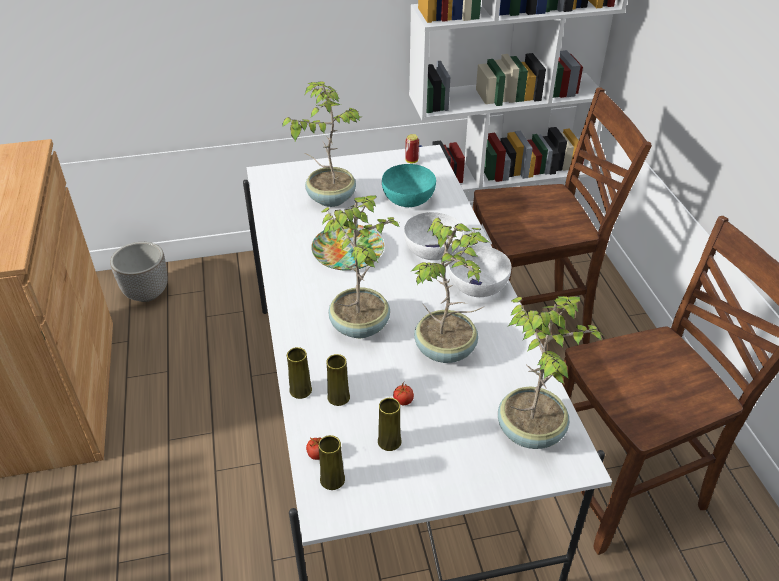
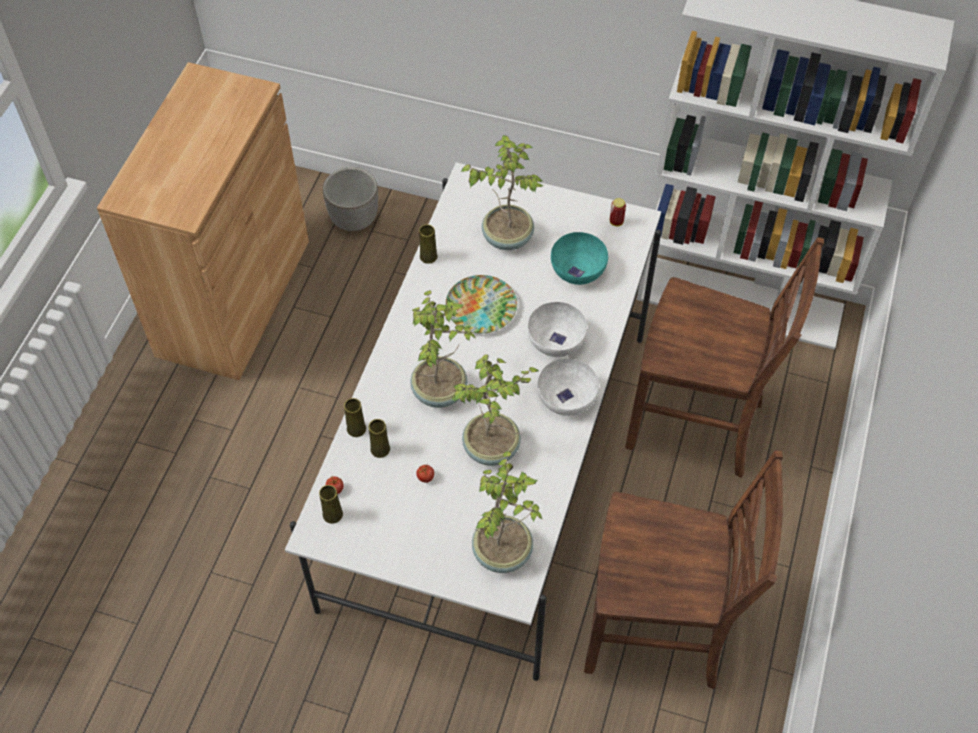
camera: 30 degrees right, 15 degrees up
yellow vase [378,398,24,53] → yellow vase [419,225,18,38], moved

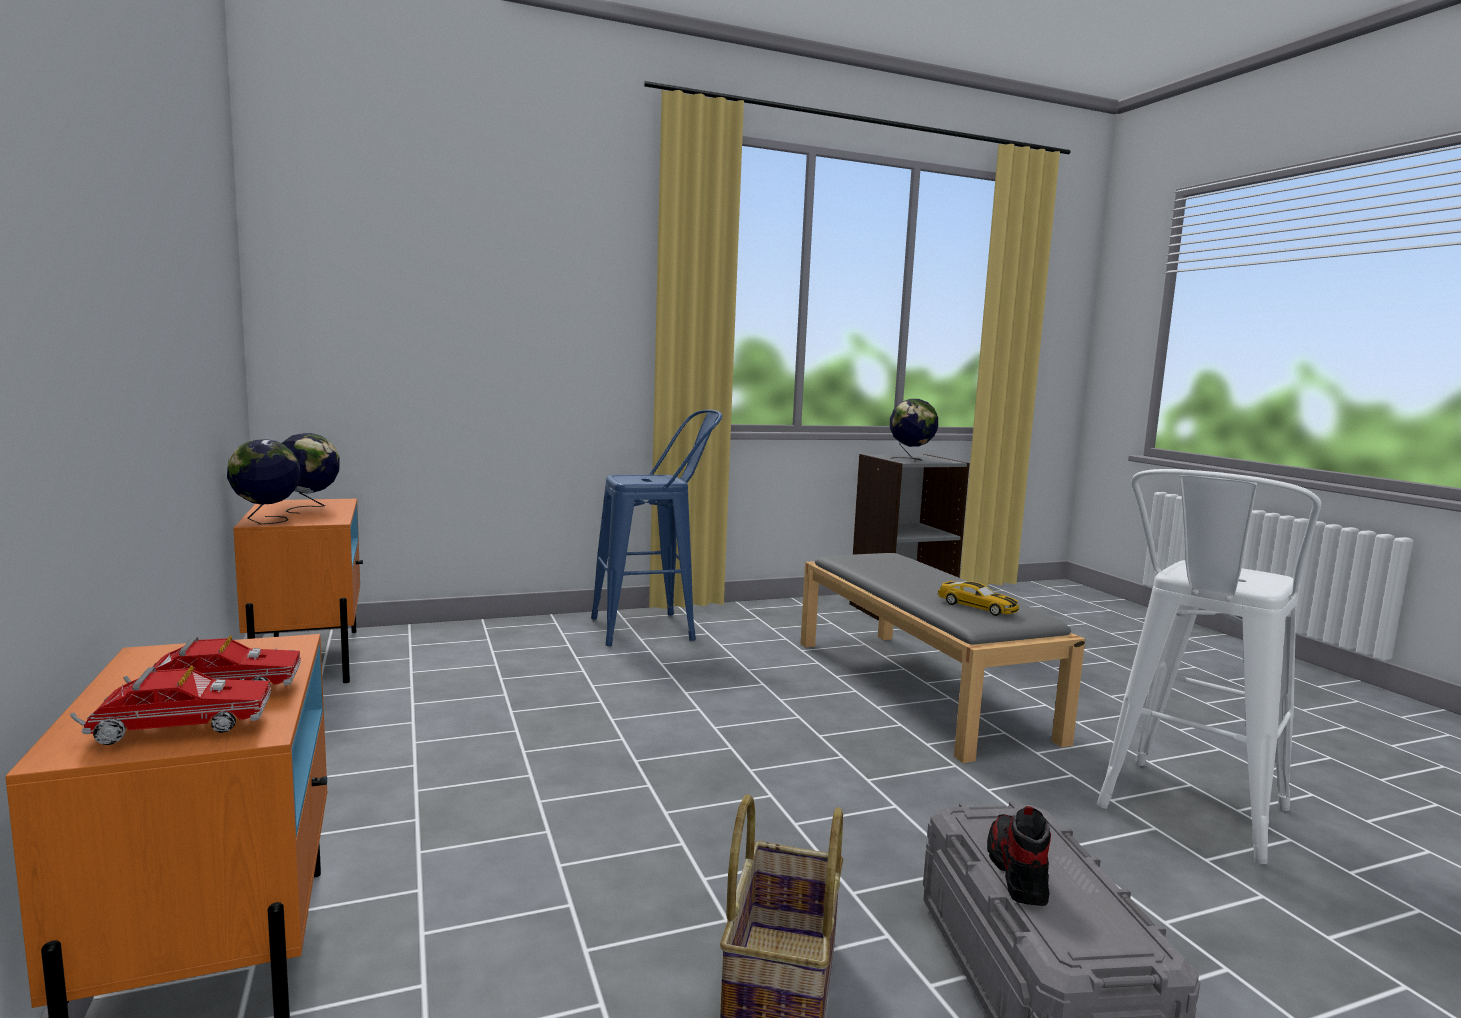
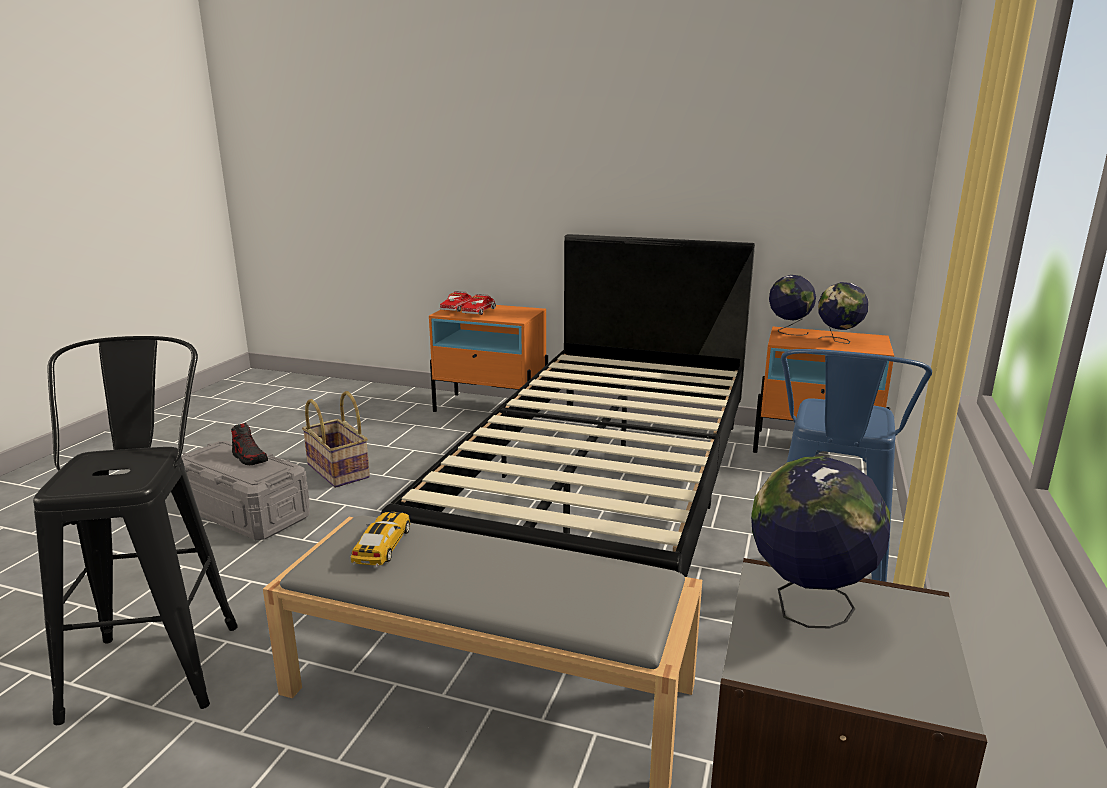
camera: 130 degrees right, 10 degrees up
white stool [1097,469,224,395] → black stool [33,336,205,389]
toy car [937,581,82,35] → toy car [351,512,59,54], 105 degrees clockwise
- → black bed [381,234,374,343]

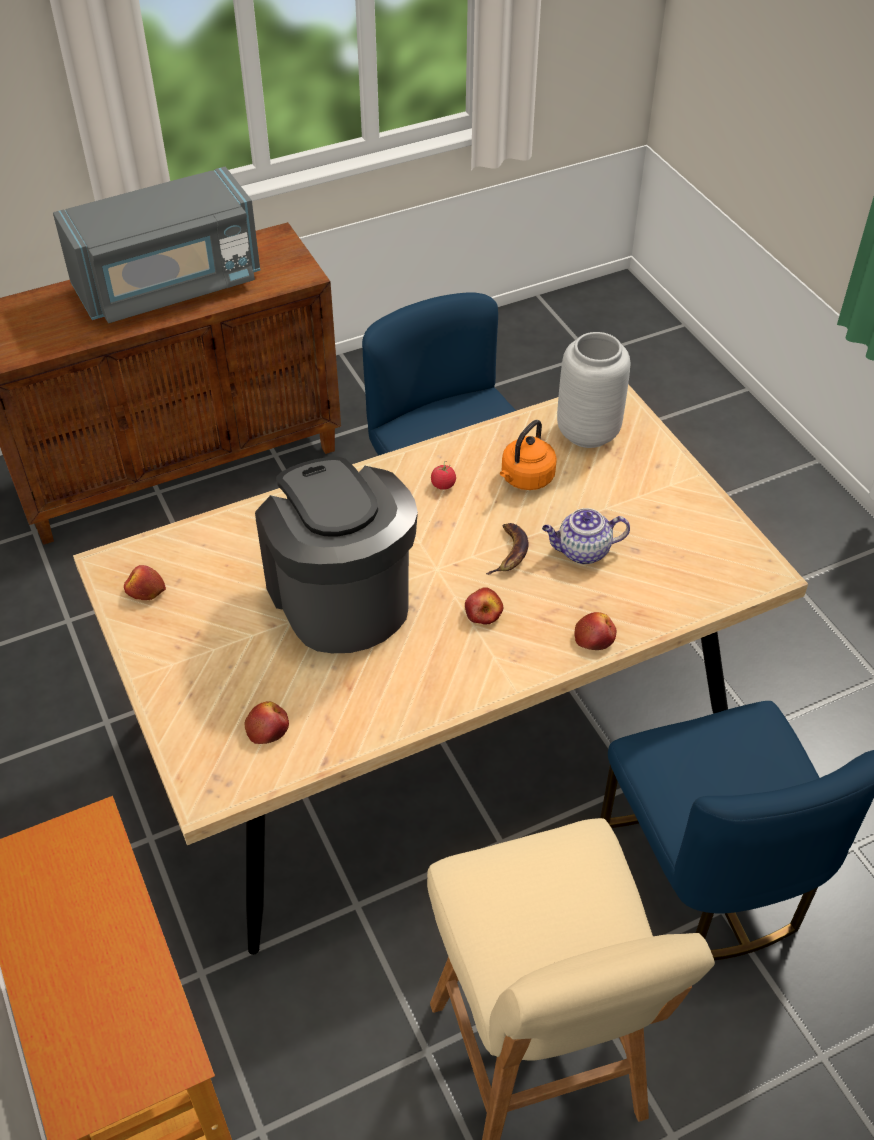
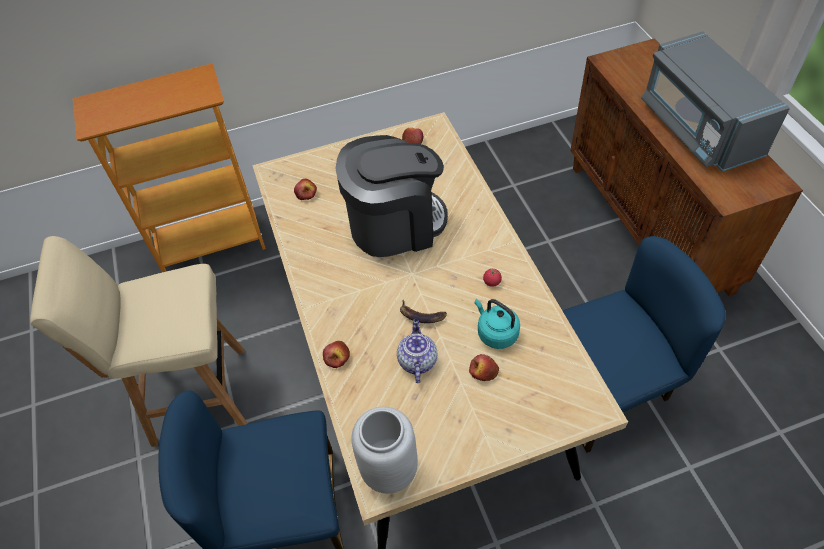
camera: 100 degrees right, 5 degrees up
grey vase [557,332,73,116] → grey vase [352,407,66,87], moved
orange kettle [500,420,57,70] → turquoise kettle [475,299,45,50]
apple [465,587,38,38] → apple [469,354,30,27], moved

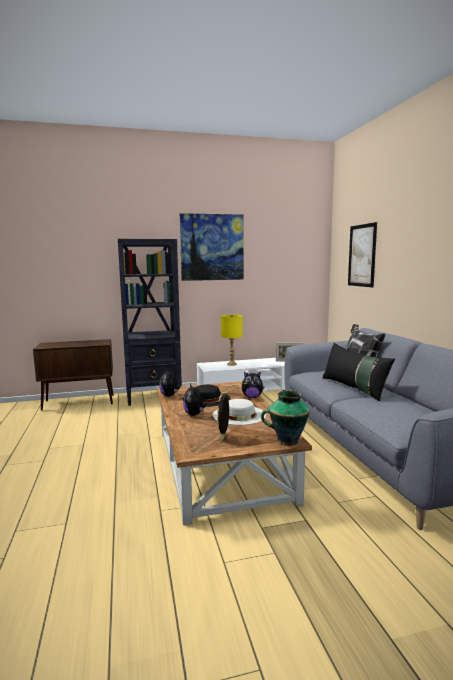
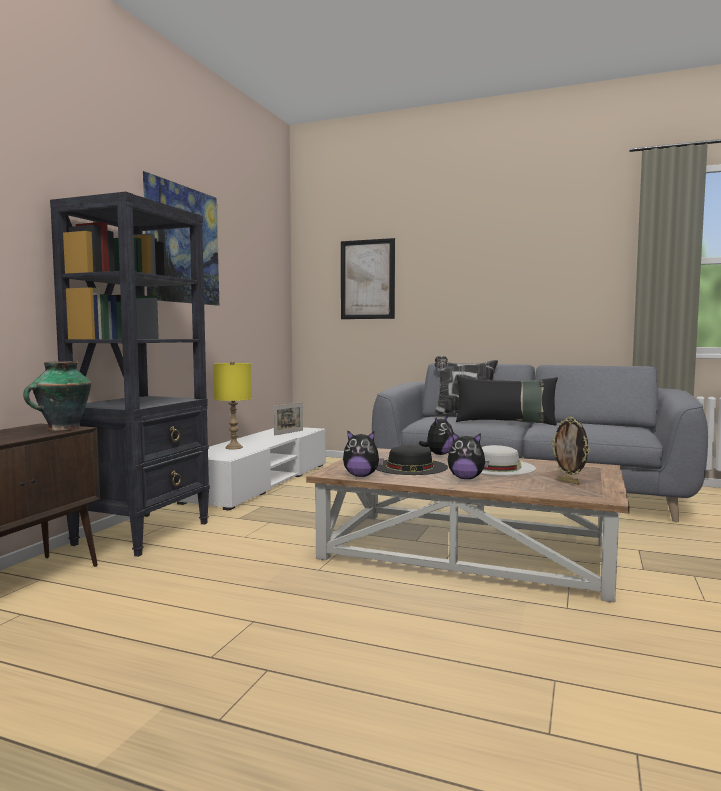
camera: 55 degrees left, 5 degrees down
vase [261,390,49,56] → vase [23,361,68,70], moved

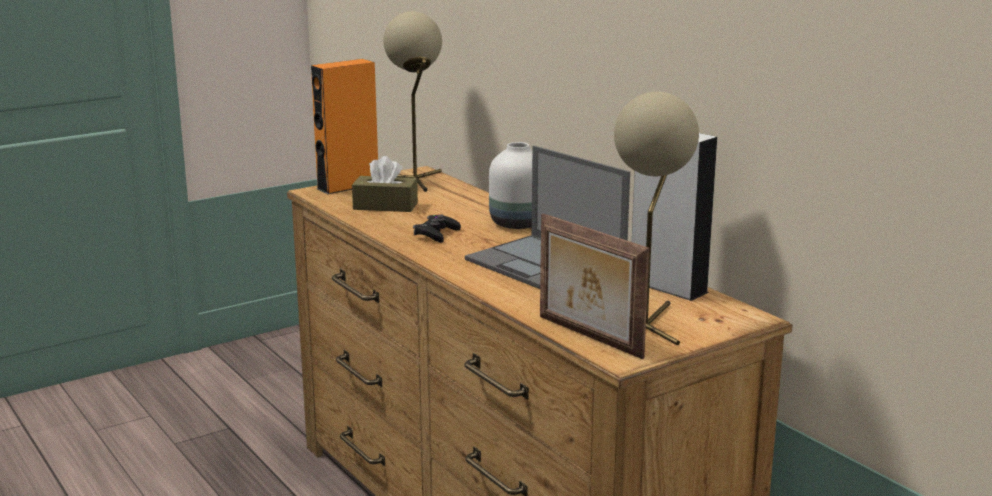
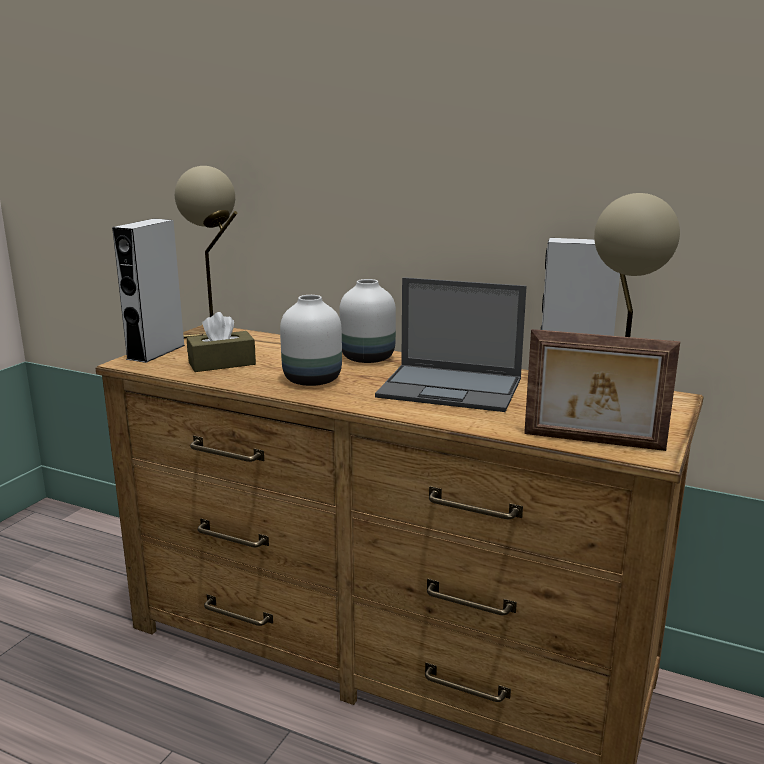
camera: 30 degrees left, 0 degrees up
orange speaker [311,59,67,135] → grey speaker [112,219,73,144]
black game controller [413,214,48,29] → white vase [280,295,62,91]

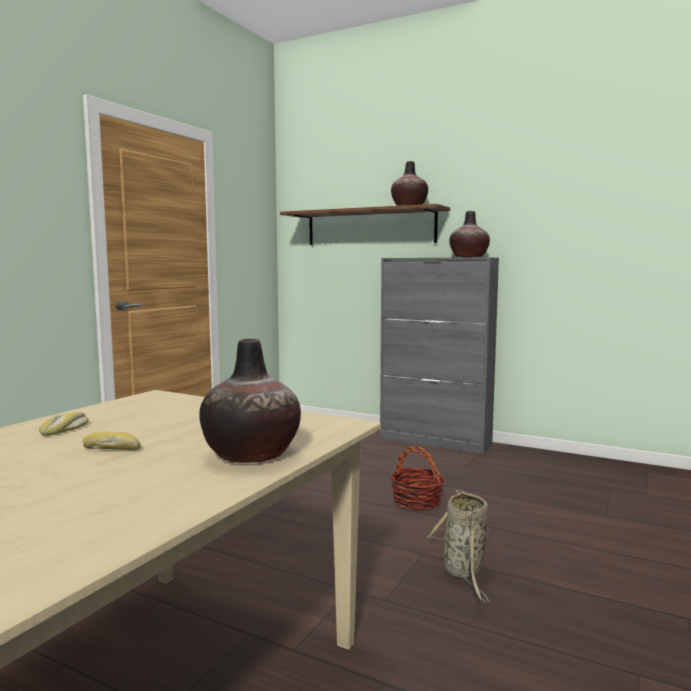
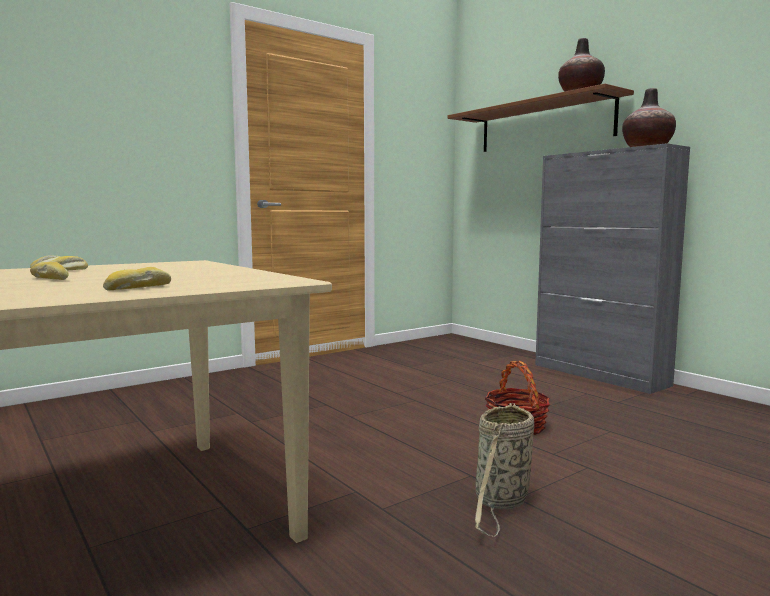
camera: 25 degrees right, 0 degrees up
vase [199,339,102,124] → bread [103,267,68,24]

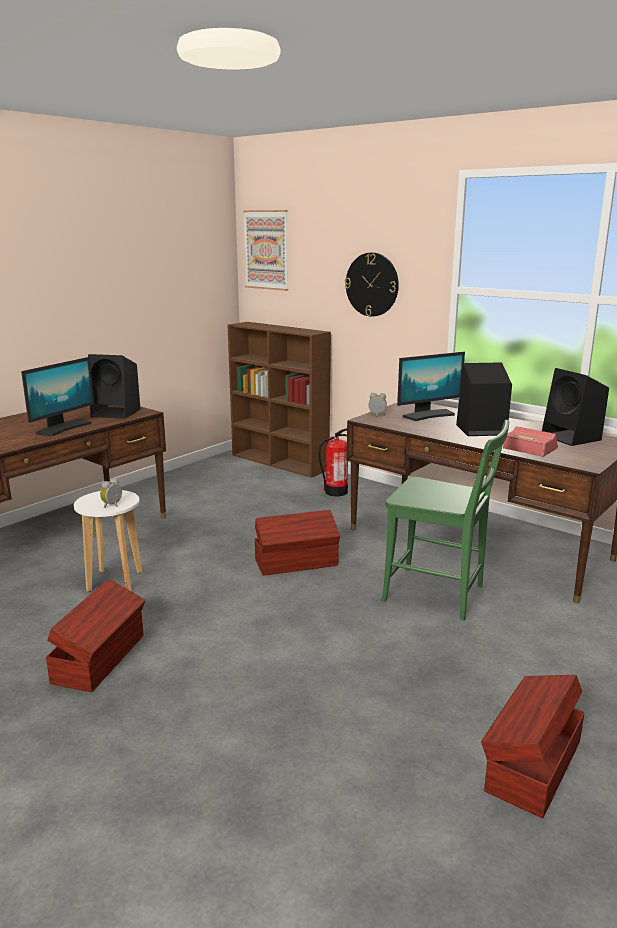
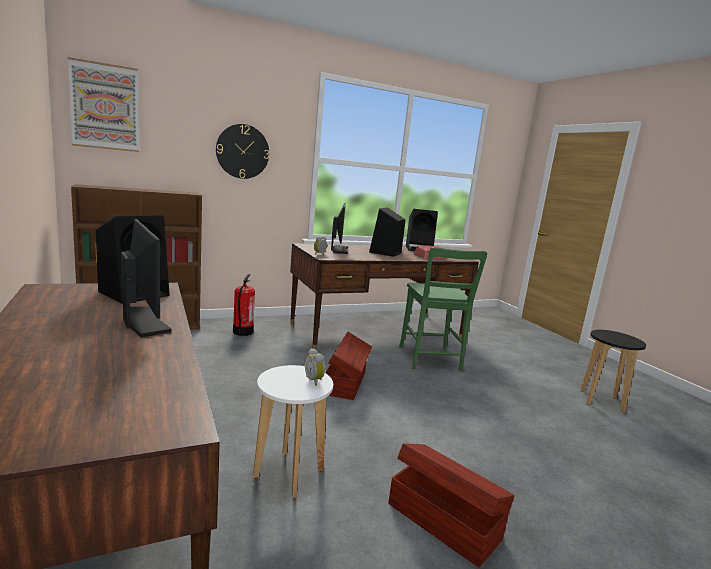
camera: 65 degrees left, 5 degrees down
green chair [381,420,128,200] → green chair [399,247,88,124], 120 degrees clockwise
brown storage box [481,675,103,143] → black stool [580,330,66,83]

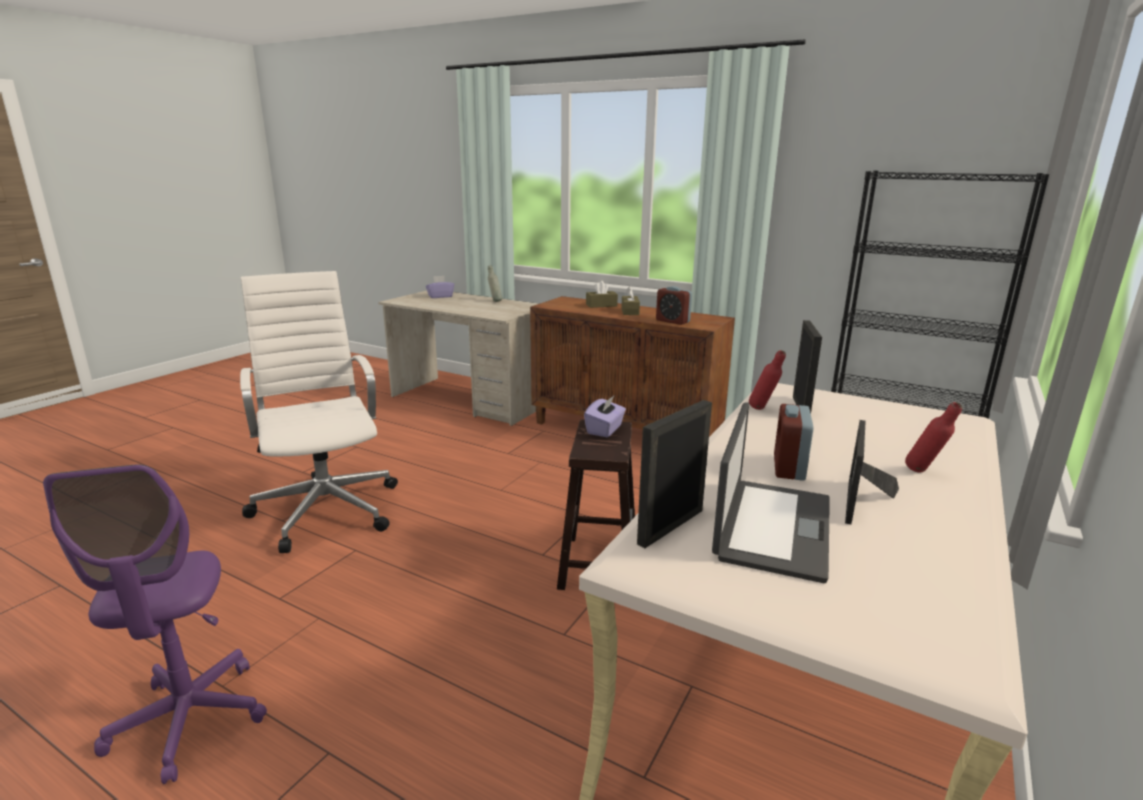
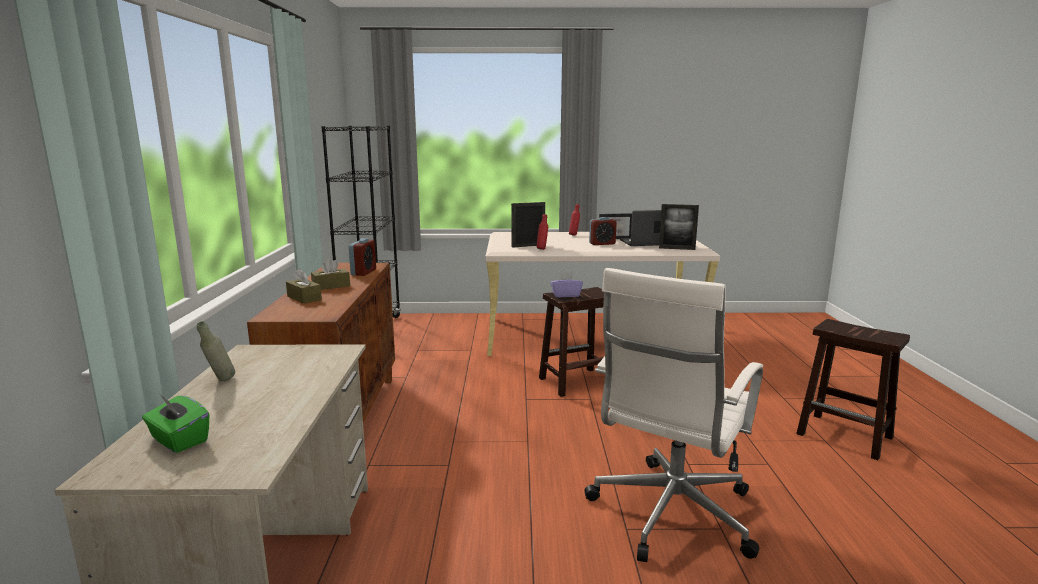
camera: 120 degrees left, 5 degrees down
purple tissue box [426,276,28,22] → green tissue box [142,396,67,57]
purple office chair [43,464,224,320] → brown stool [796,319,114,141]

